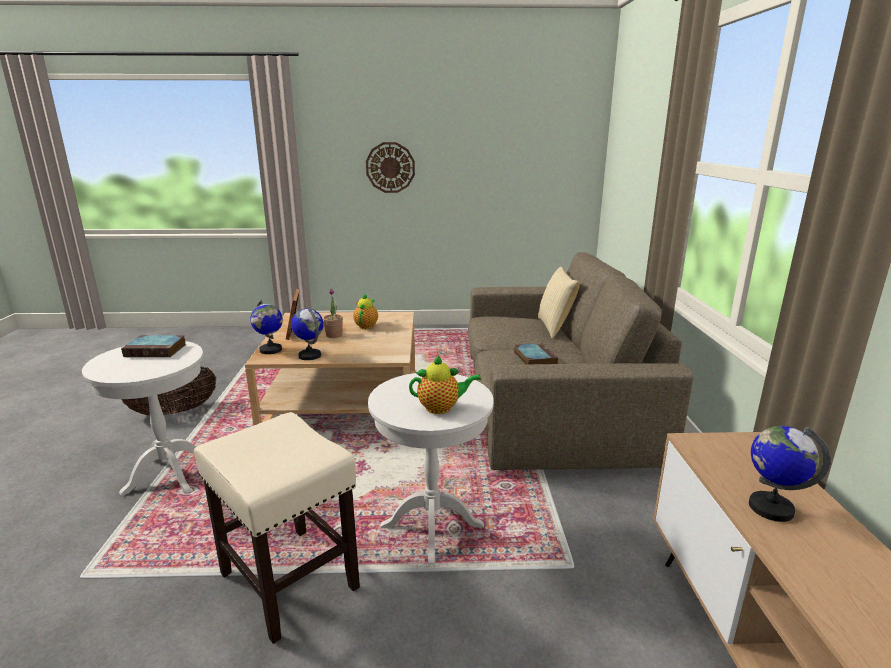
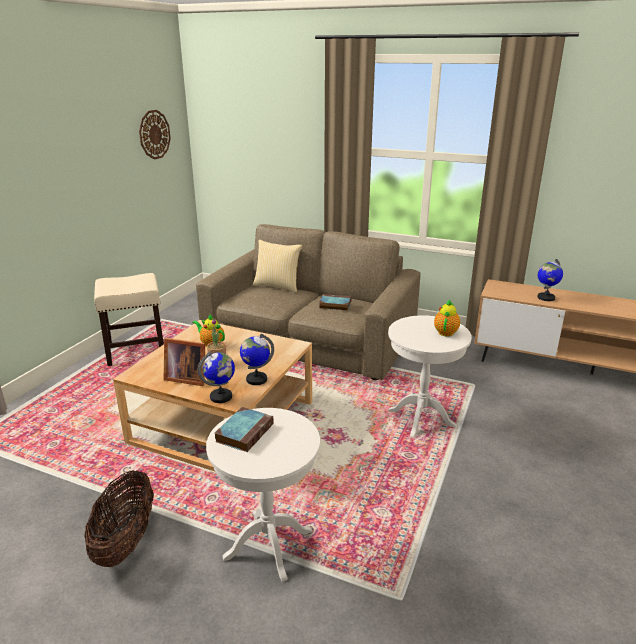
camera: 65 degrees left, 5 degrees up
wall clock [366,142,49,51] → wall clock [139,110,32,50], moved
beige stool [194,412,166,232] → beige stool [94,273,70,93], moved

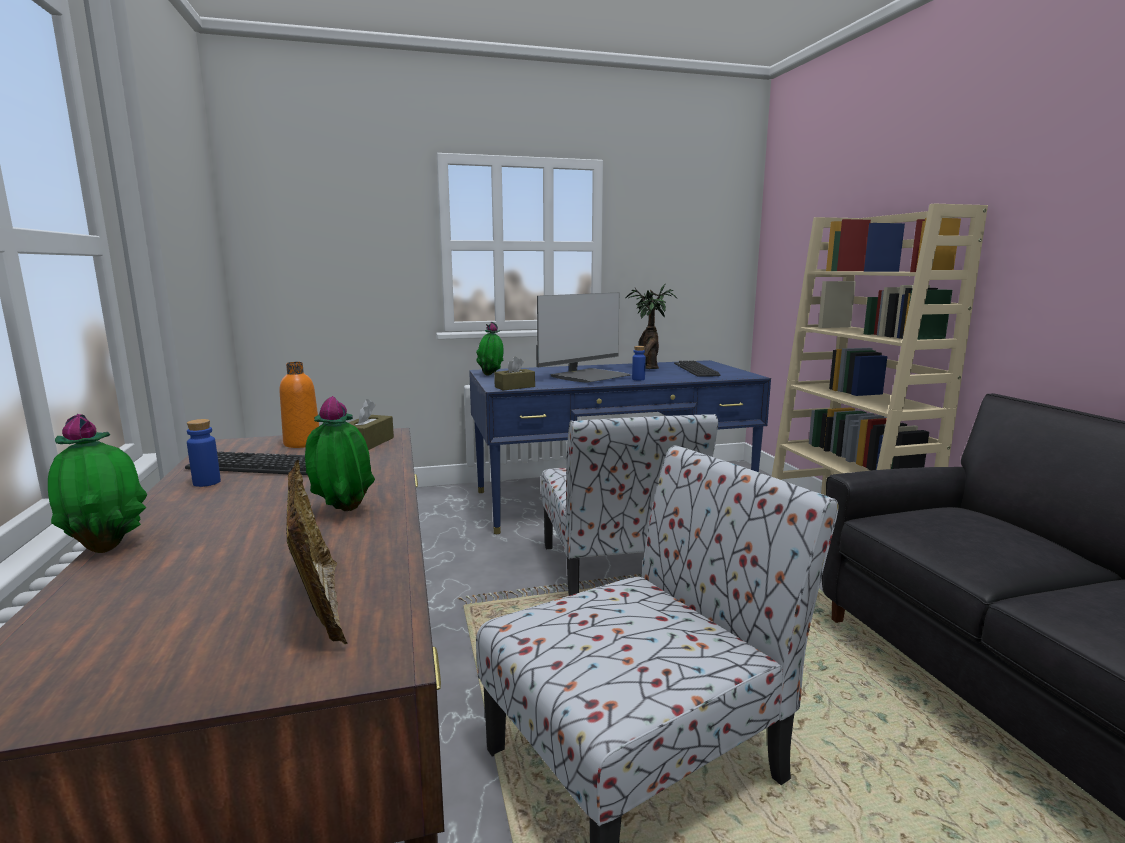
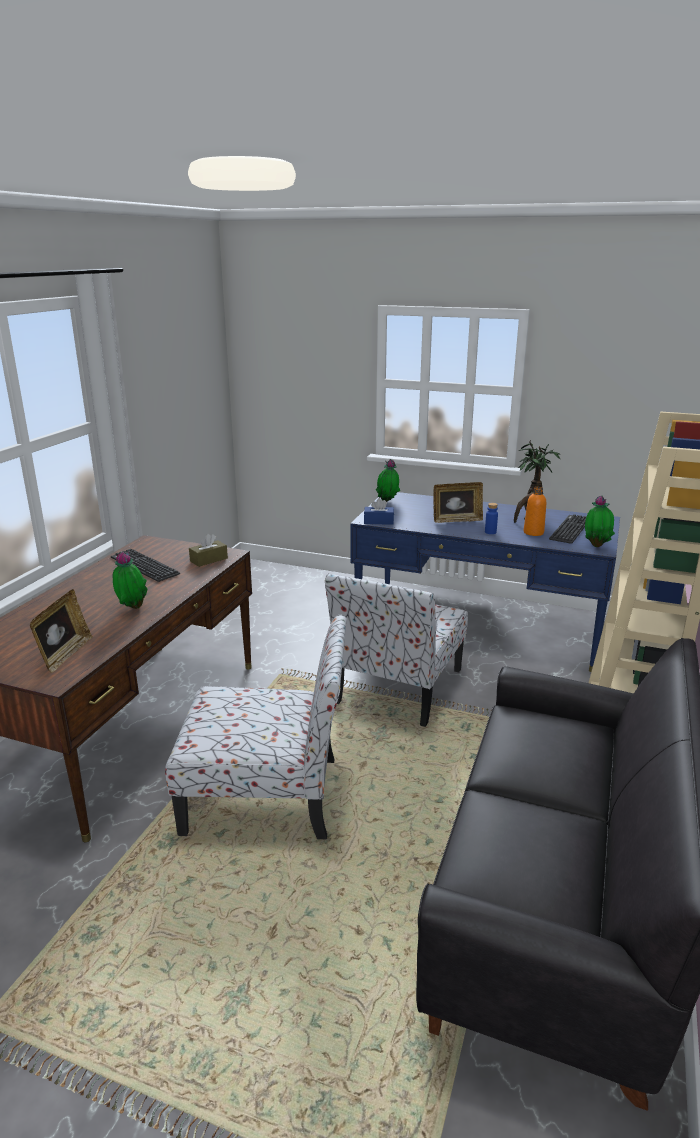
camera: 35 degrees right, 10 degrees up
monitor [536,292,95,90] → picture frame [433,482,50,41]
brown tissue box [494,357,41,34] → blue tissue box [364,498,30,27]
orange bottle [280,362,39,86] → orange bottle [524,487,22,49], moved
potted plant [48,414,99,139] → potted plant [585,495,30,52], moved
blue bottle [187,419,34,68] → -

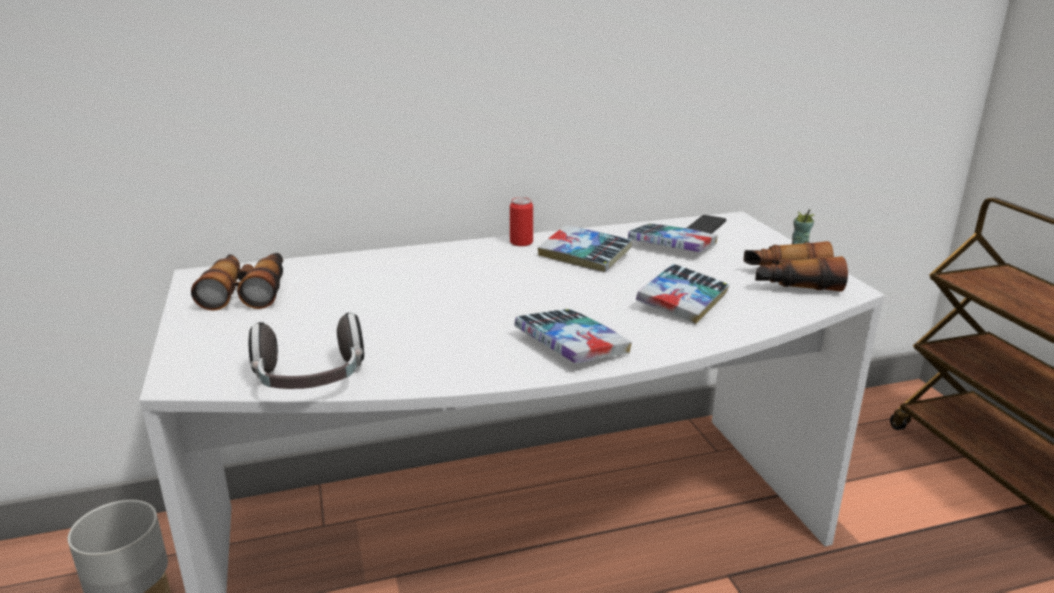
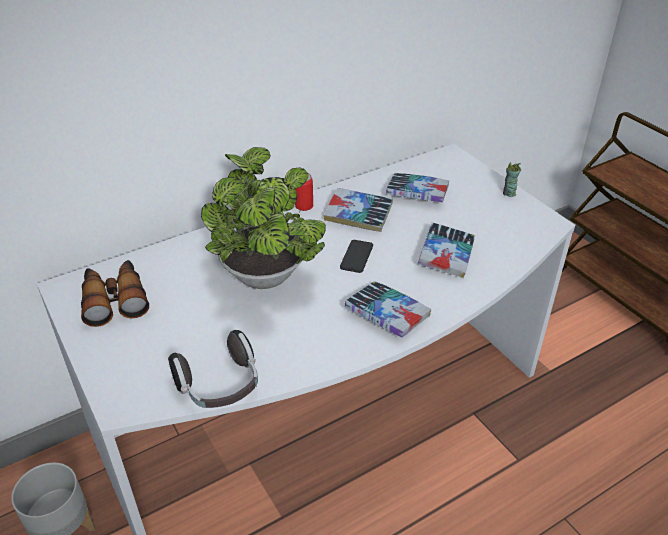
camera: 15 degrees left, 15 degrees up
phone [687,215,39,19] → phone [340,240,33,33], moved
binoculars [744,241,104,51] → -
- → potted plant [201,147,125,142]

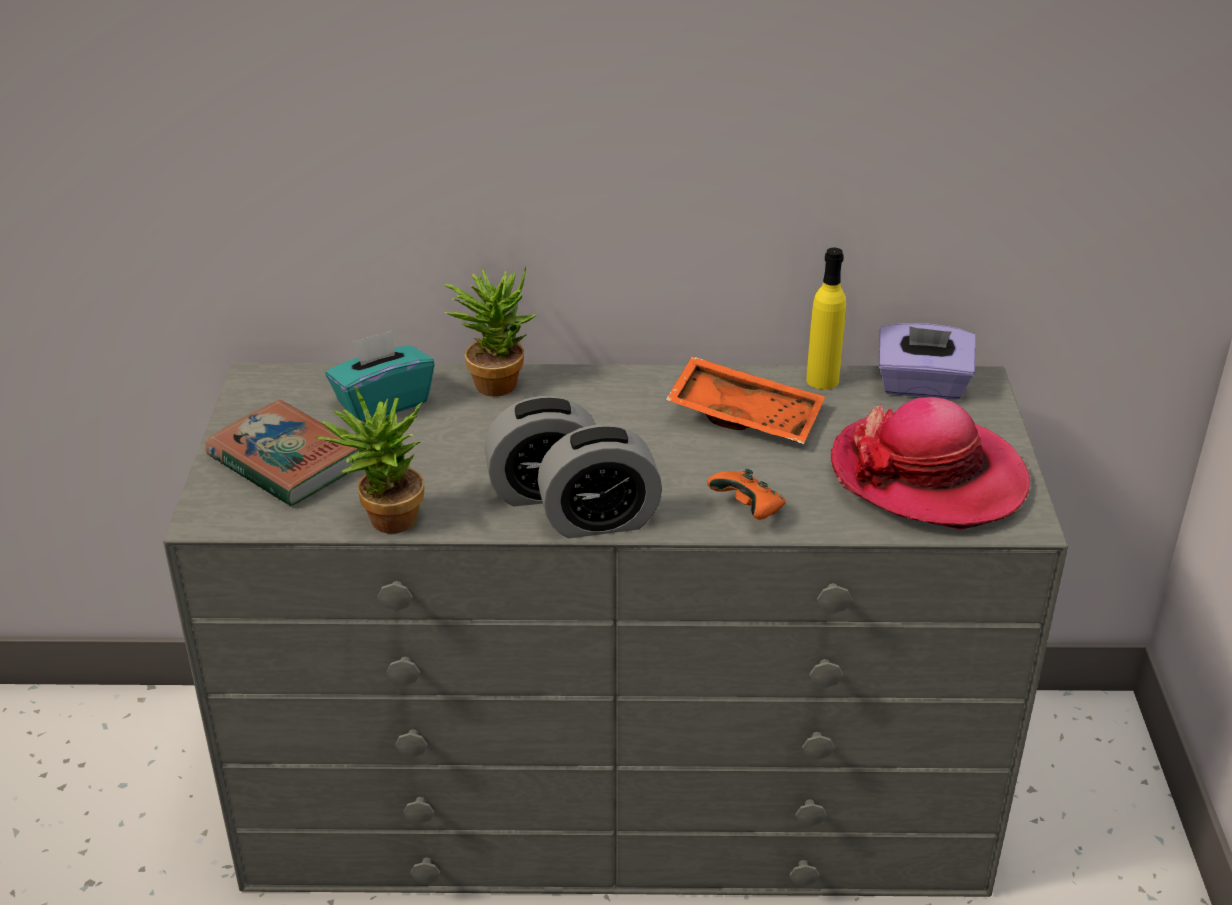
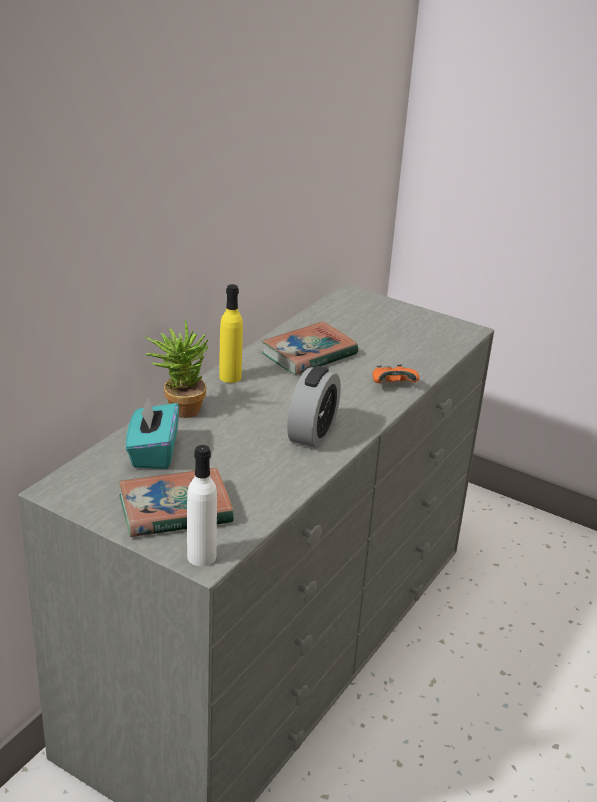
camera: 60 degrees left, 5 degrees down
yellow bottle [806,248,40,142] → yellow bottle [219,284,24,99], moved
purple tissue box [879,323,96,76] → -
orange tray [666,356,159,88] → book [261,321,97,54]
potted plant [315,386,109,148] → -
hat [831,397,199,133] → -
alarm clock [537,425,125,113] → -
- → white bottle [187,445,30,121]

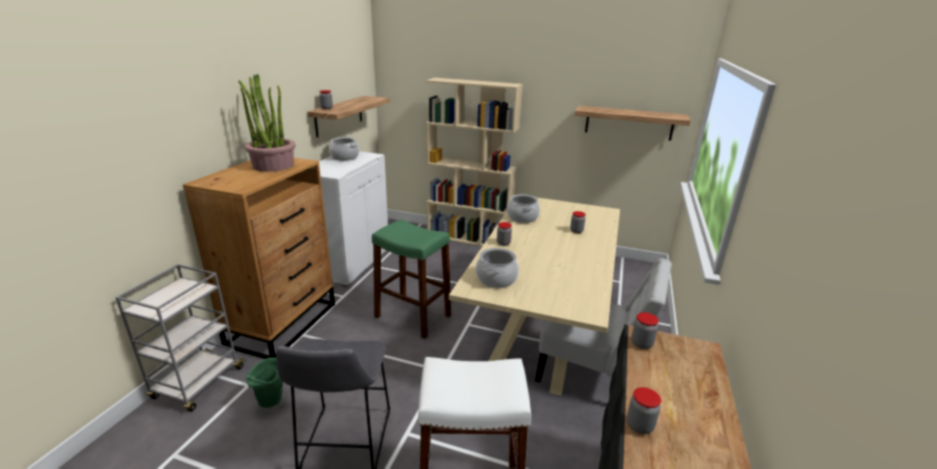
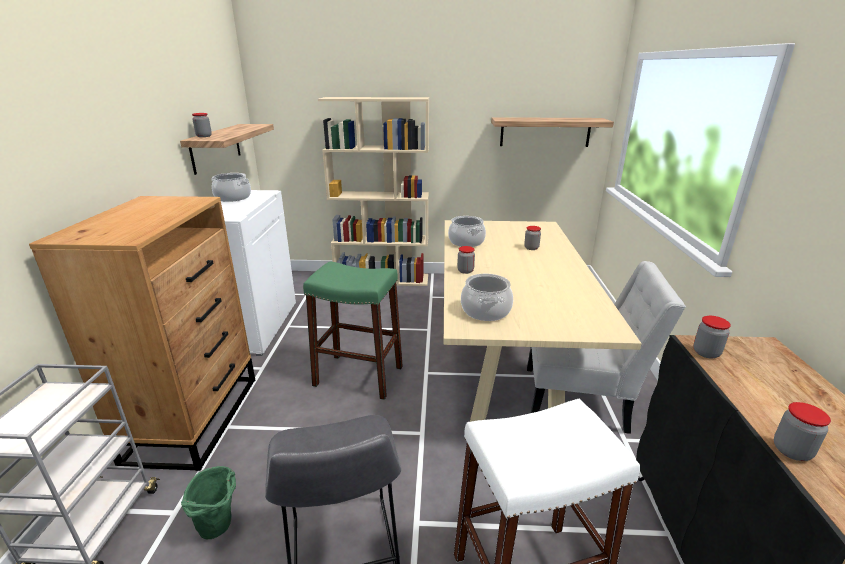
camera: 15 degrees left, 0 degrees up
potted plant [238,74,57,98] → -

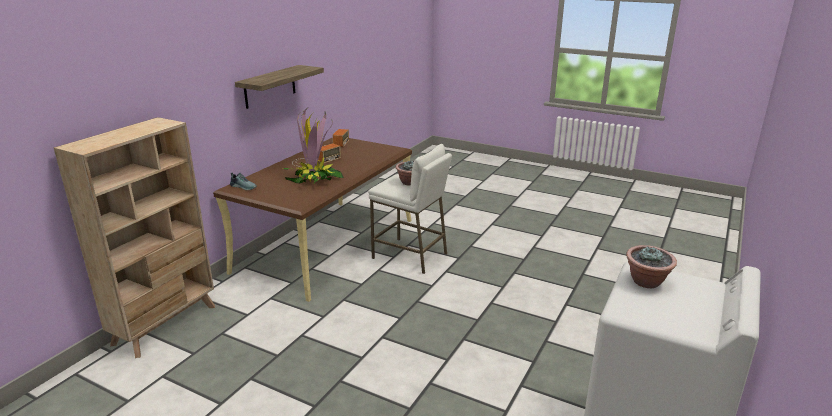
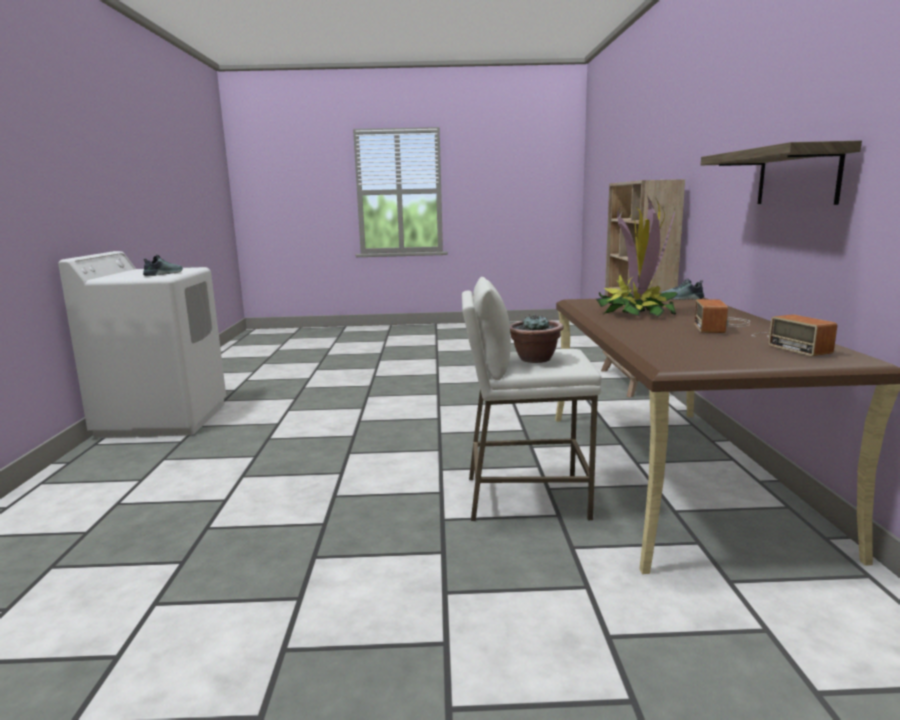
camera: 150 degrees right, 10 degrees down
potted plant [626,245,51,43] → shoe [143,255,40,21]

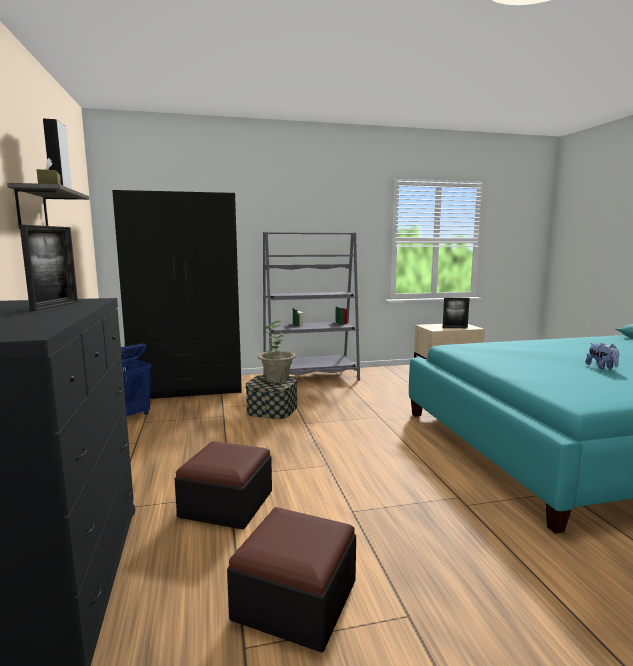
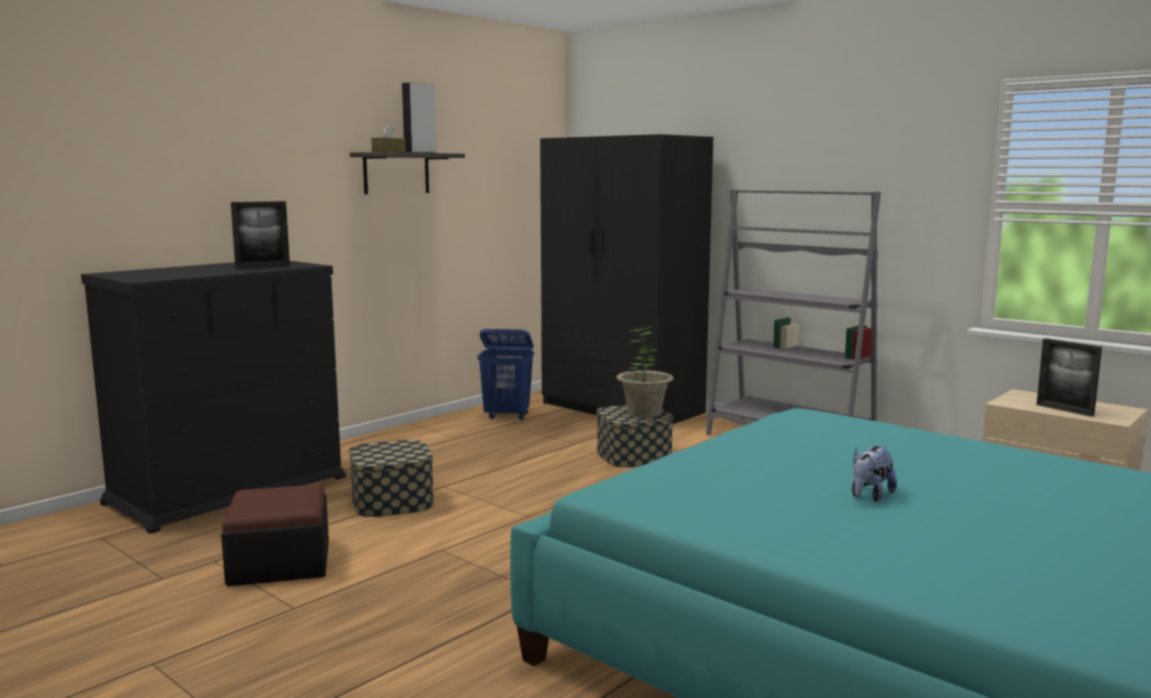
camera: 55 degrees right, 0 degrees up
ottoman [175,441,97,89] → storage box [349,440,85,77]

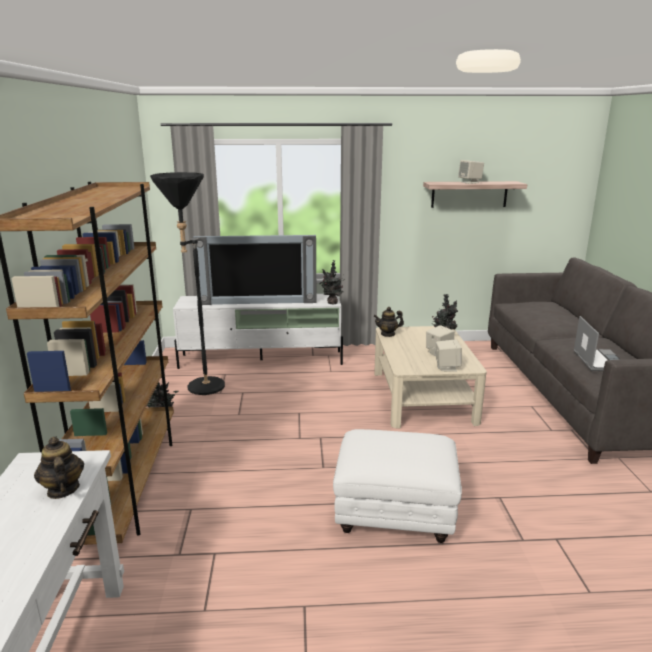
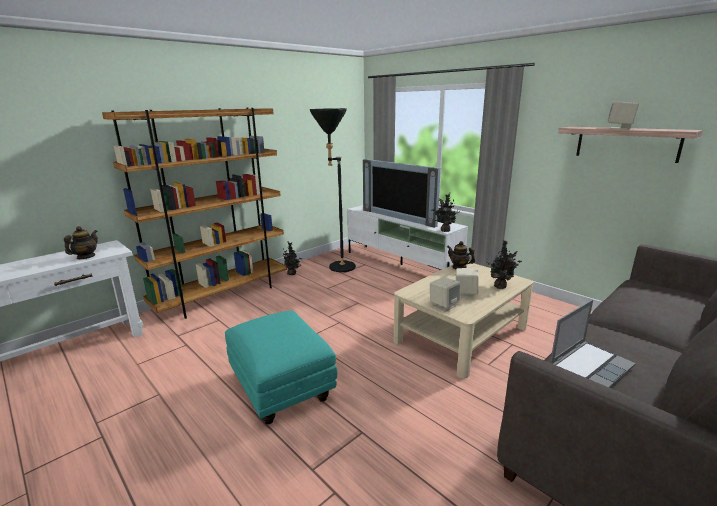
camera: 50 degrees right, 0 degrees up
white ottoman [333,429,129,114] → turquoise ottoman [225,311,113,113]

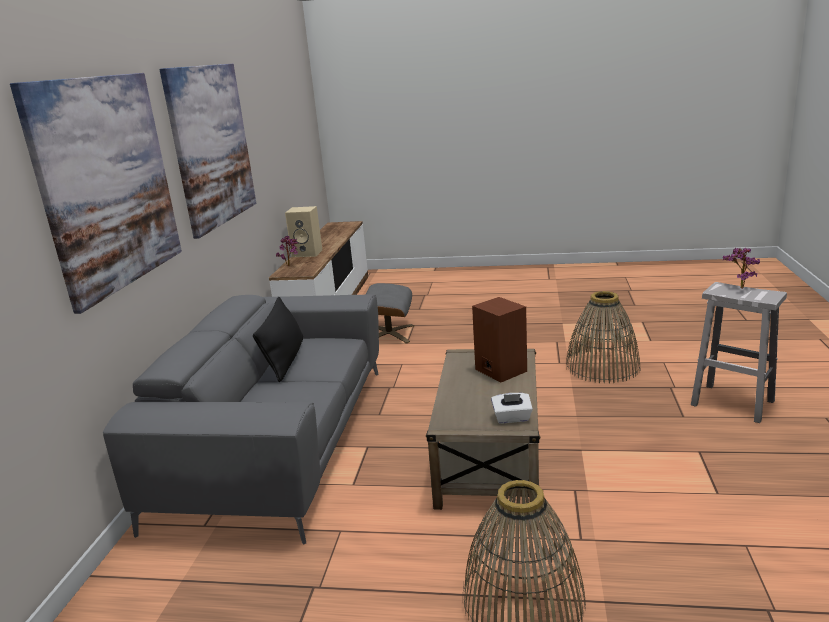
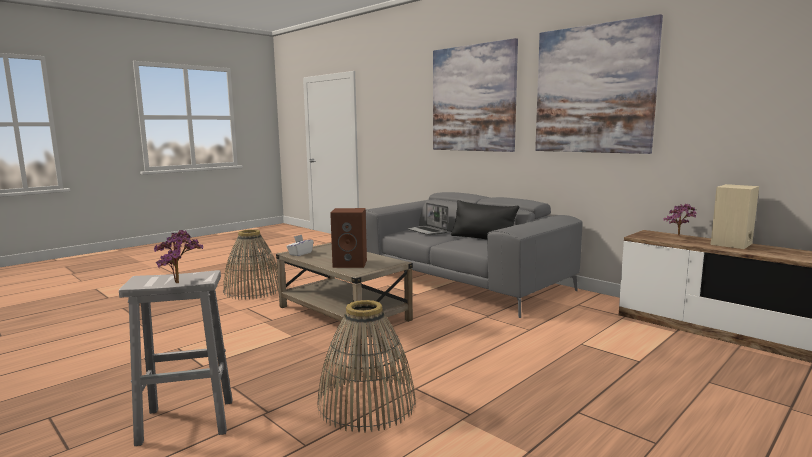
camera: 125 degrees right, 10 degrees down
grey ottoman [366,283,49,60] → -
- → laptop [407,203,42,32]

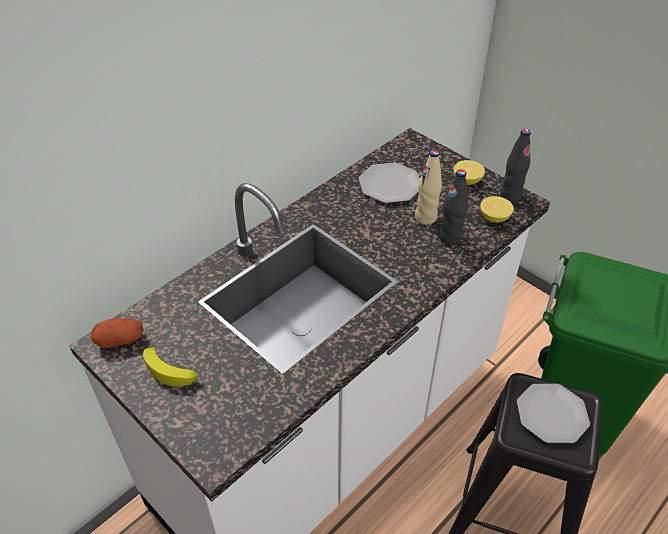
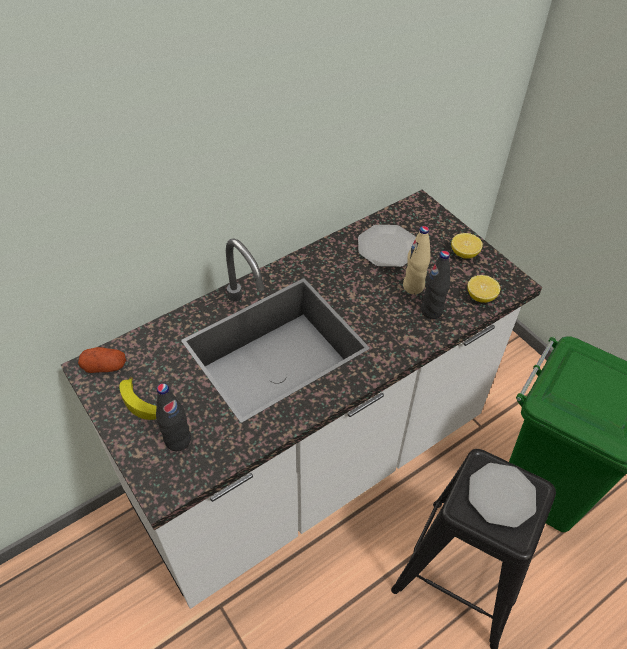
camera: 10 degrees right, 5 degrees up
black bottle [500,129,31,74] → black bottle [156,383,35,68], moved

